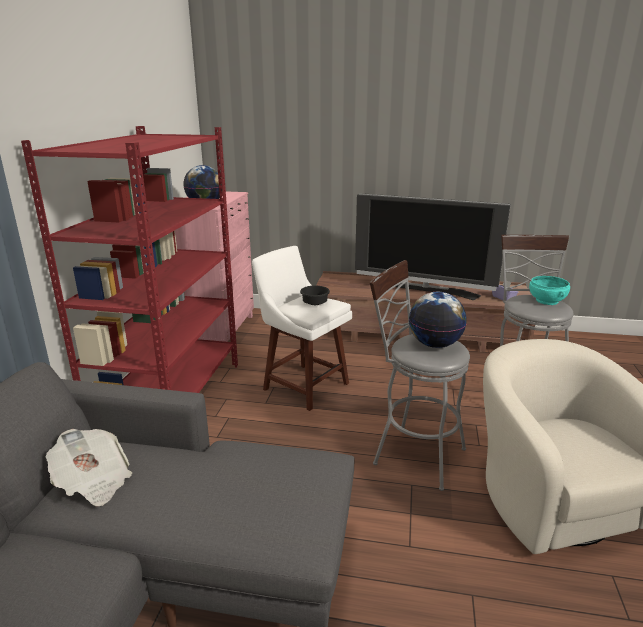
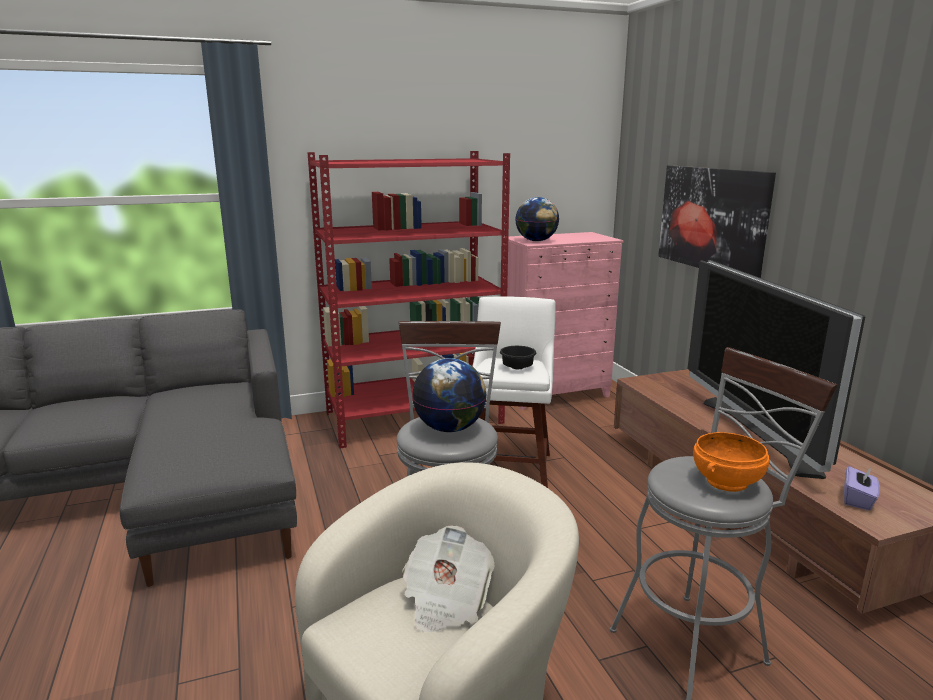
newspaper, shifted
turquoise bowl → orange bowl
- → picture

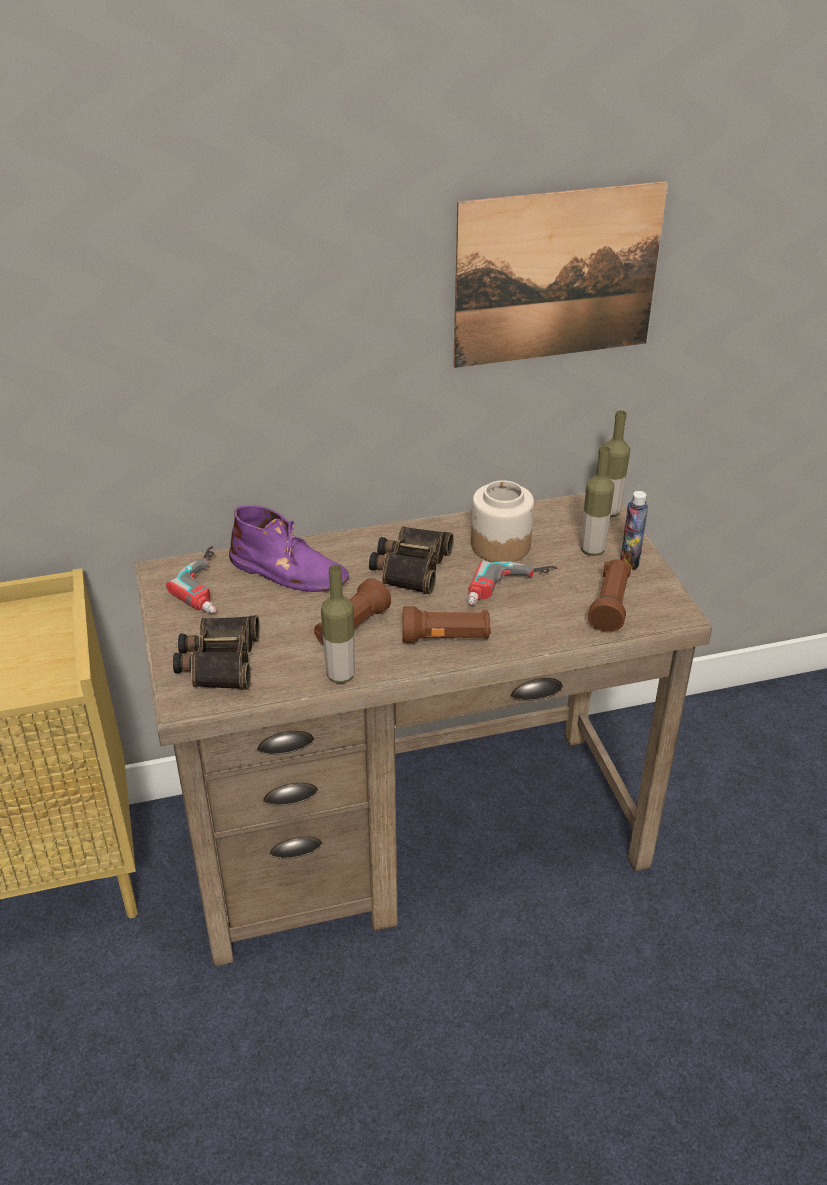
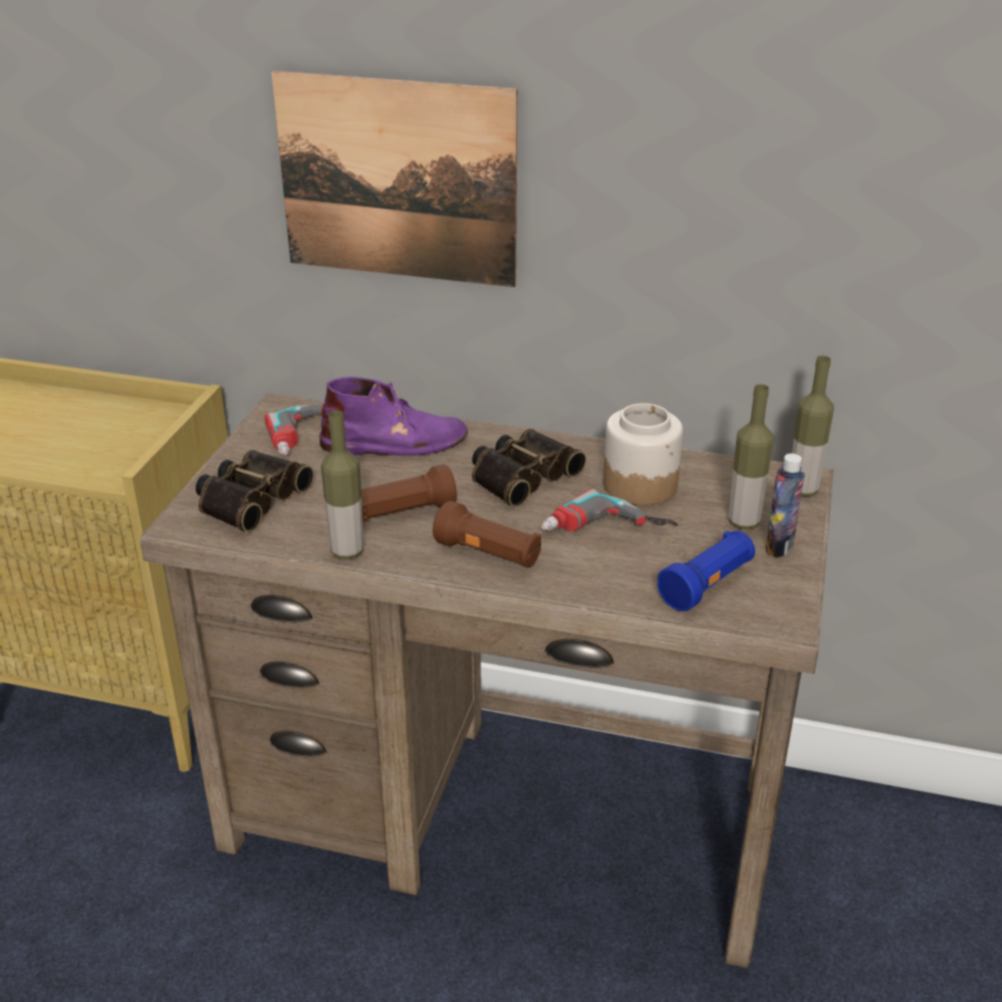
purple boot, 60 degrees counterclockwise
picture, shifted
brown flashlight (no. 3 from left) → blue flashlight

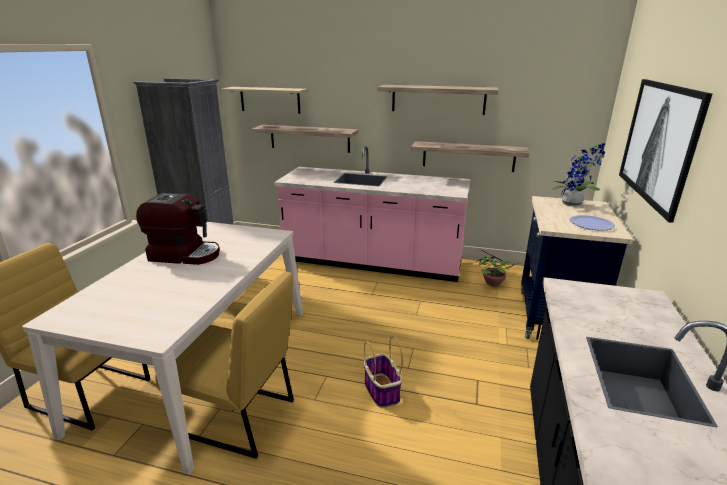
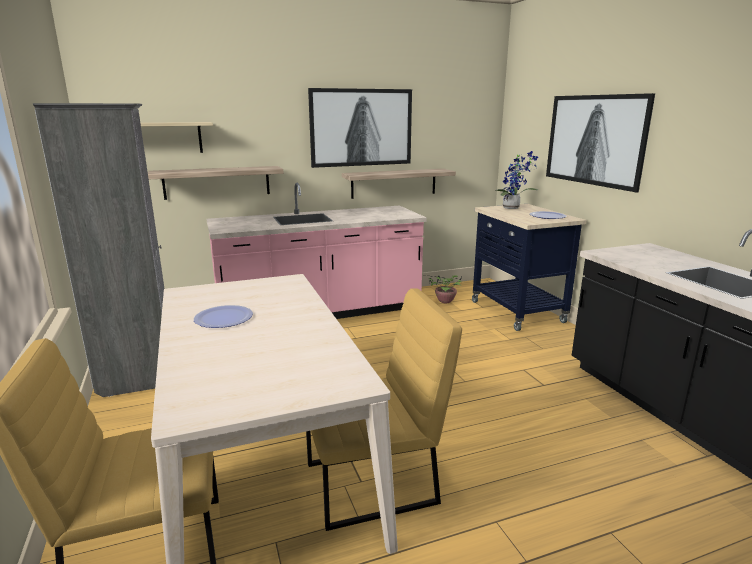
coffee machine → plate (no. 1 from left)
basket → -
shelf (no. 3 from left) → picture (no. 1 from left)

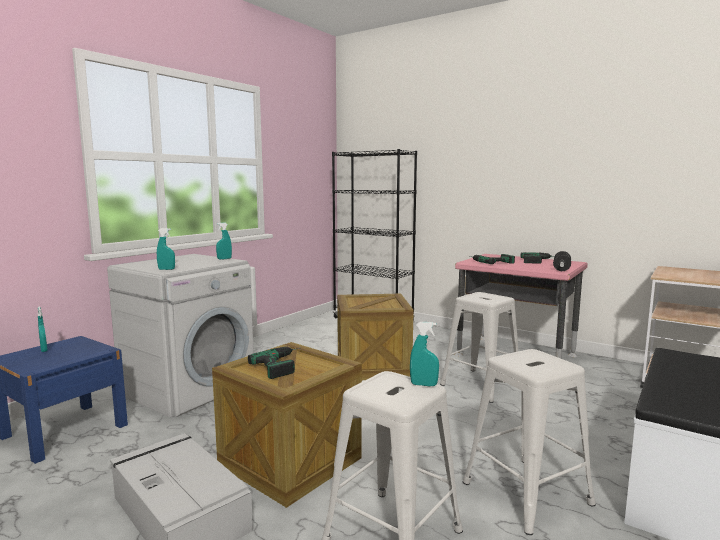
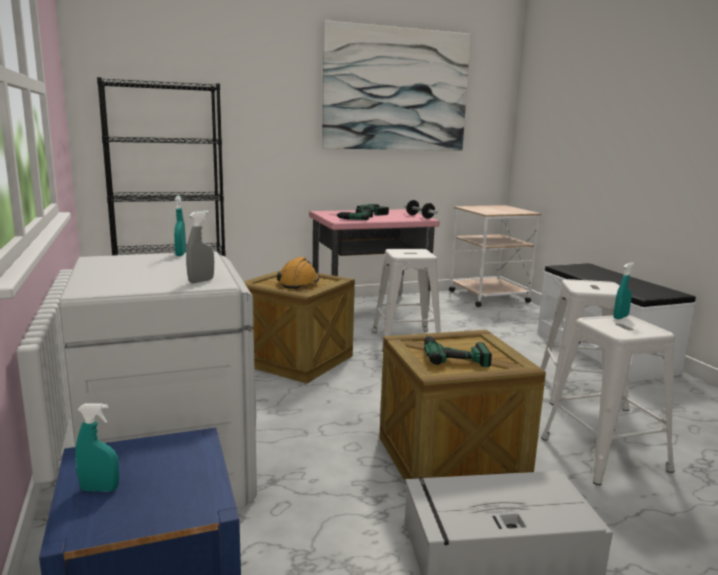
turquoise spray bottle (no. 2 from left) → grey spray bottle
- → orange hard hat
- → picture

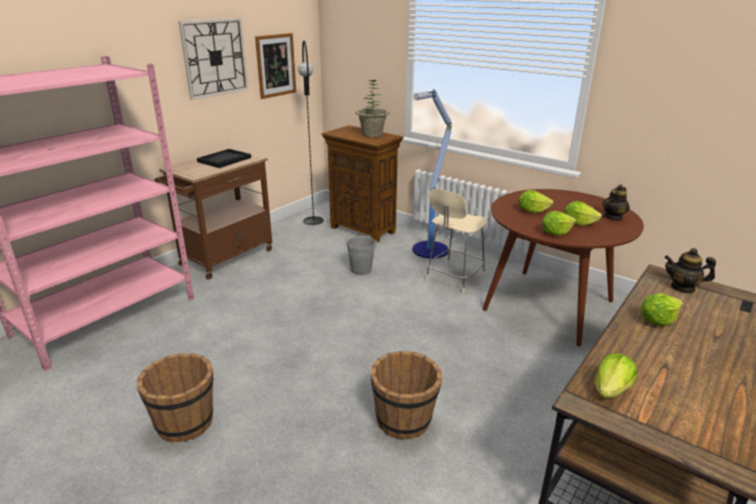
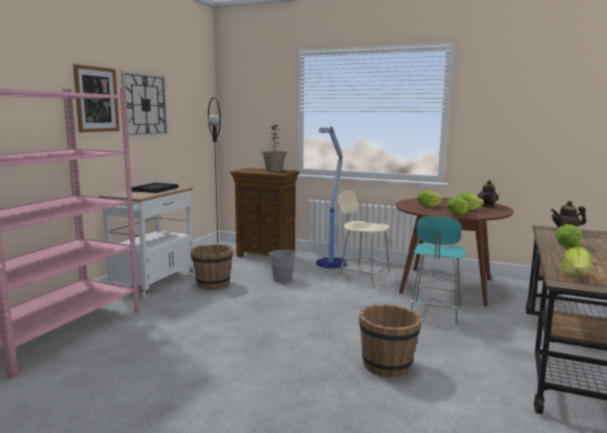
brown bucket (no. 1 from left), shifted
brown cart → white cart
picture, shifted
beige chair, 105 degrees clockwise
- → turquoise chair

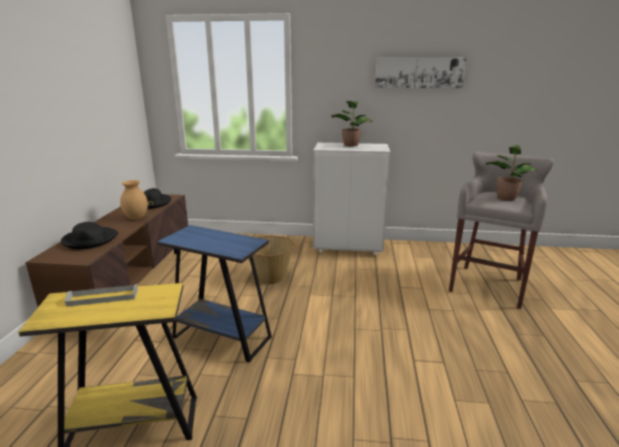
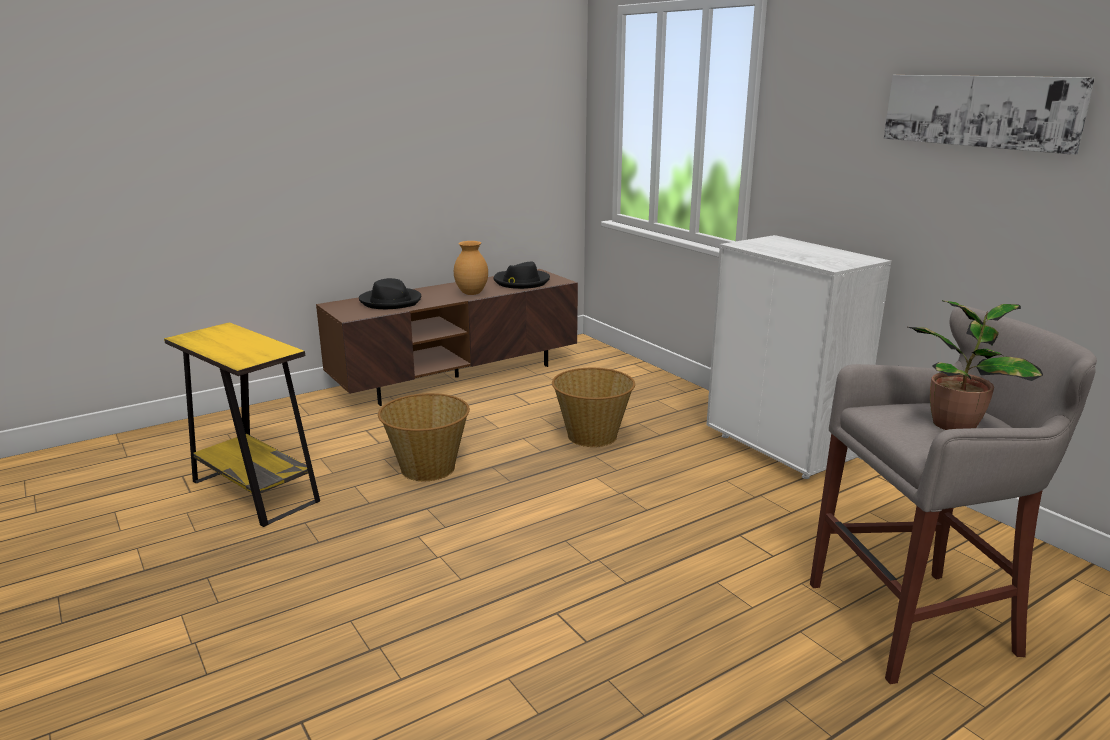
grey tray → -
blue side table → basket (no. 1 from left)
potted plant (no. 1 from left) → -

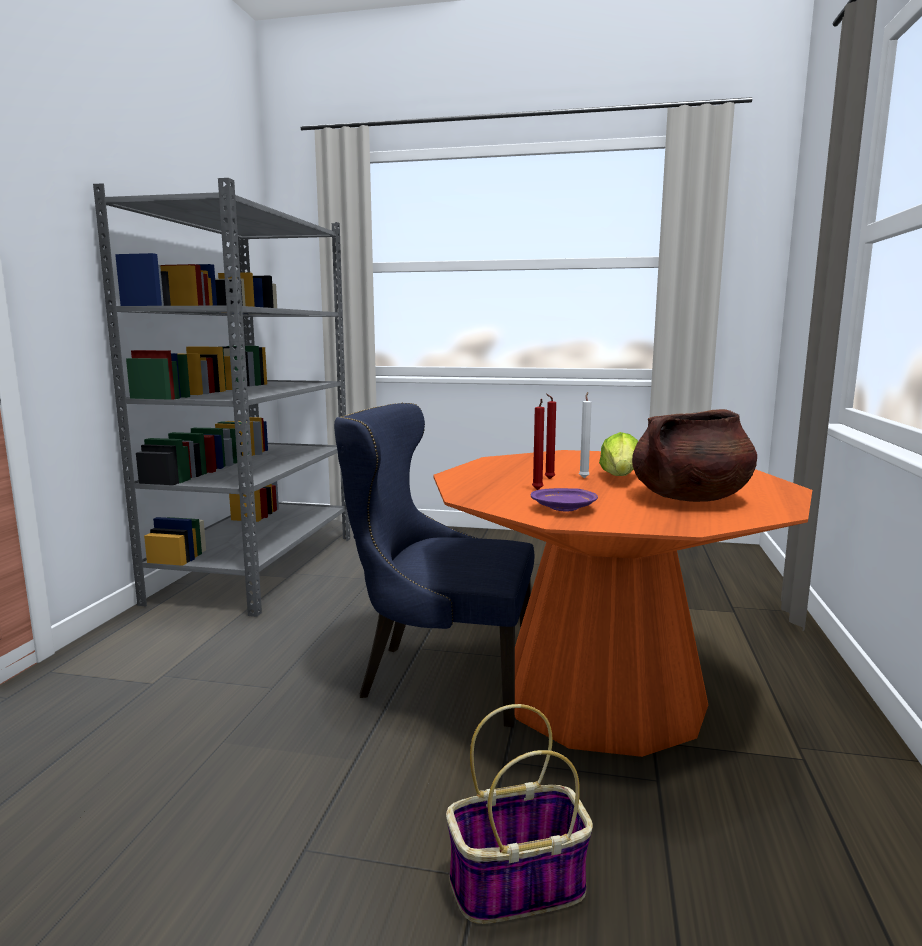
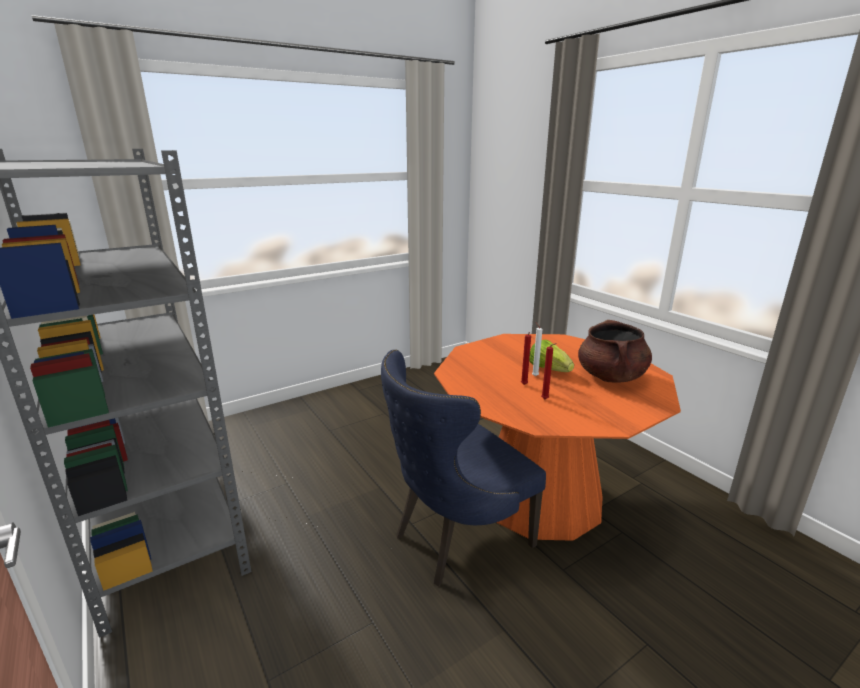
basket → -
purple plate → -

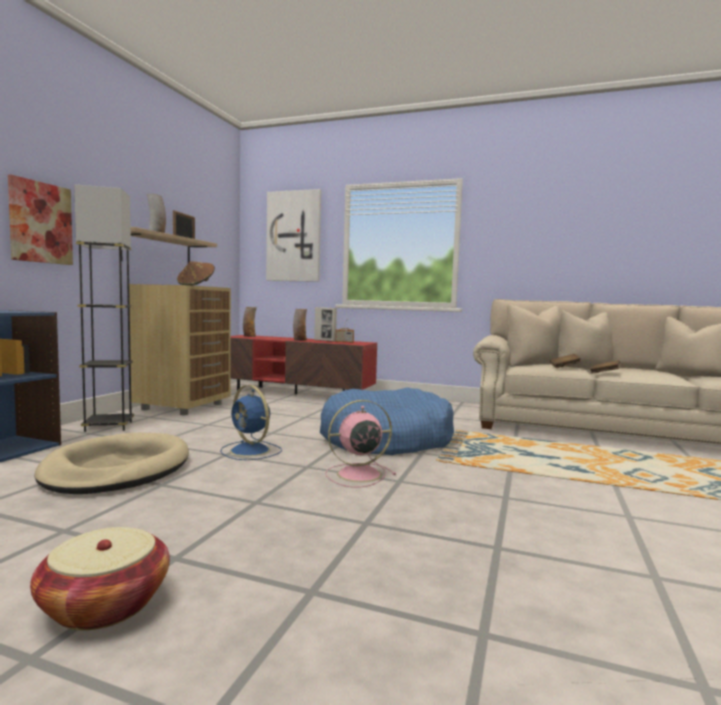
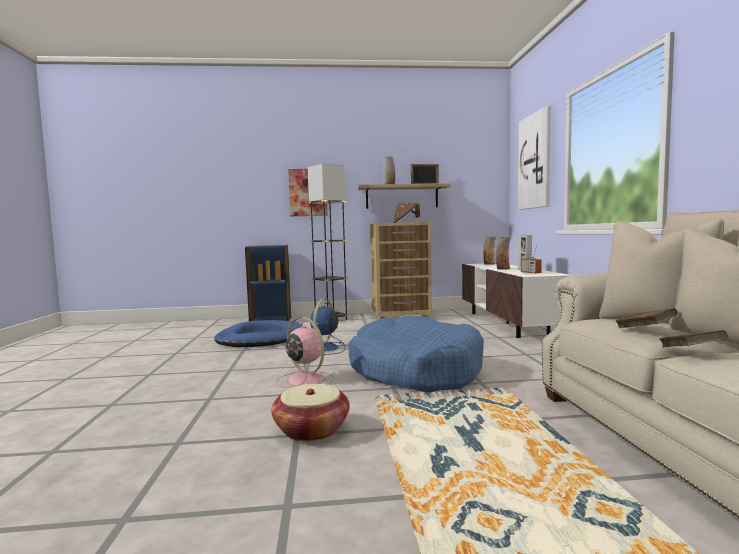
basket, shifted
beige dog bed → blue dog bed (no. 1 from left)
red tv stand → white tv stand

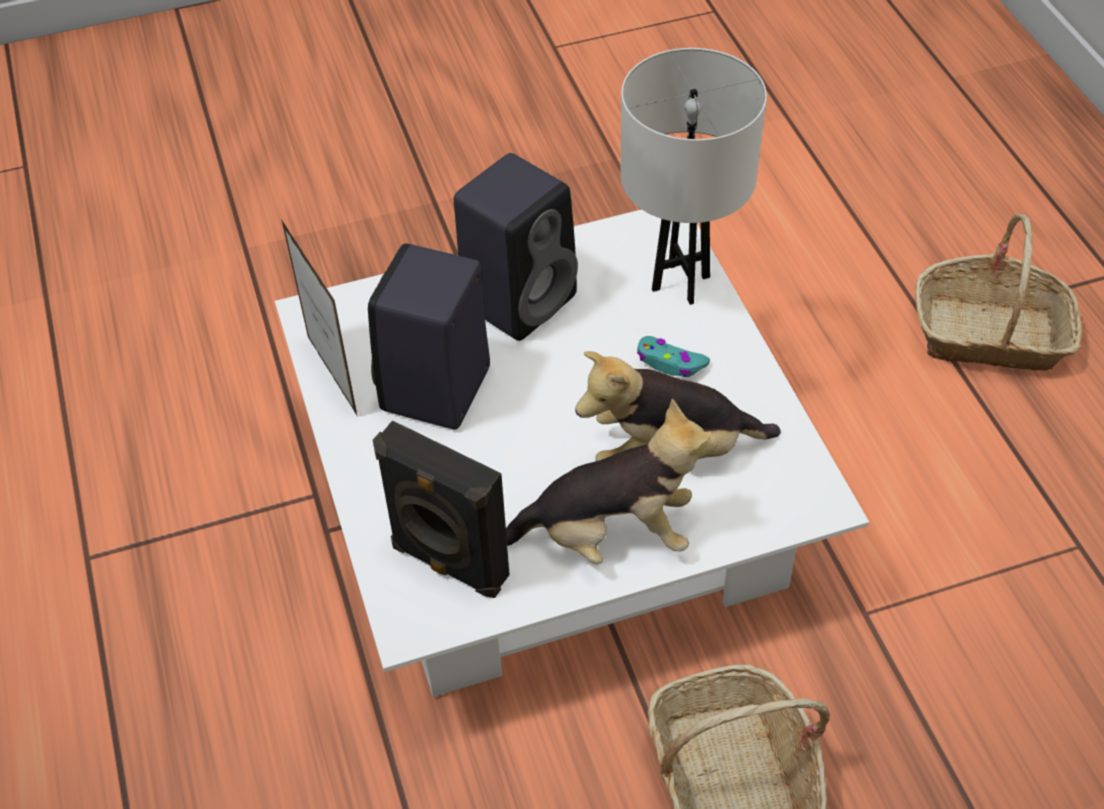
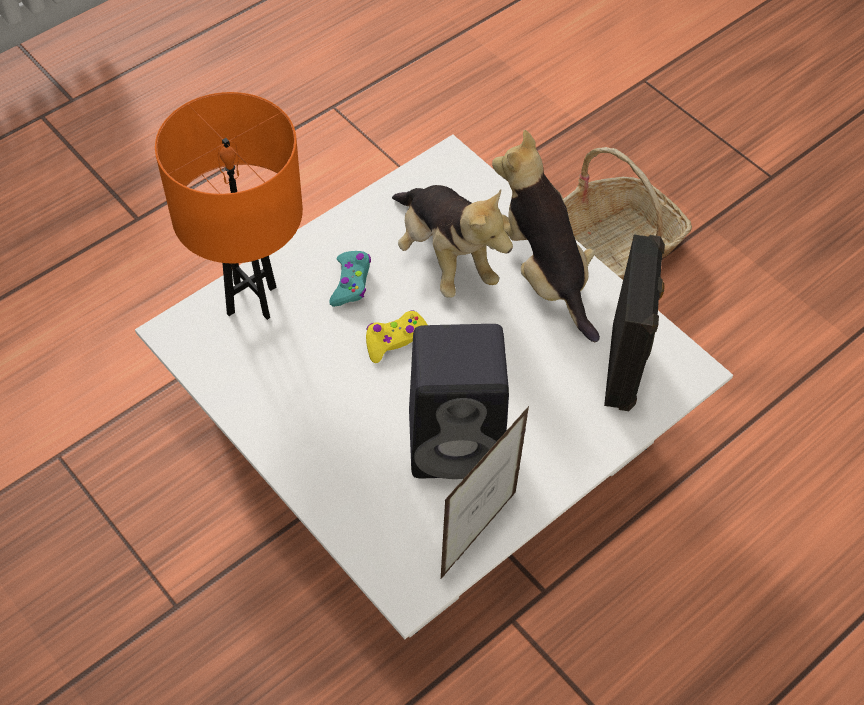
black speaker (no. 3 from left) → -
white table lamp → orange table lamp
basket (no. 2 from left) → -
- → yellow game controller

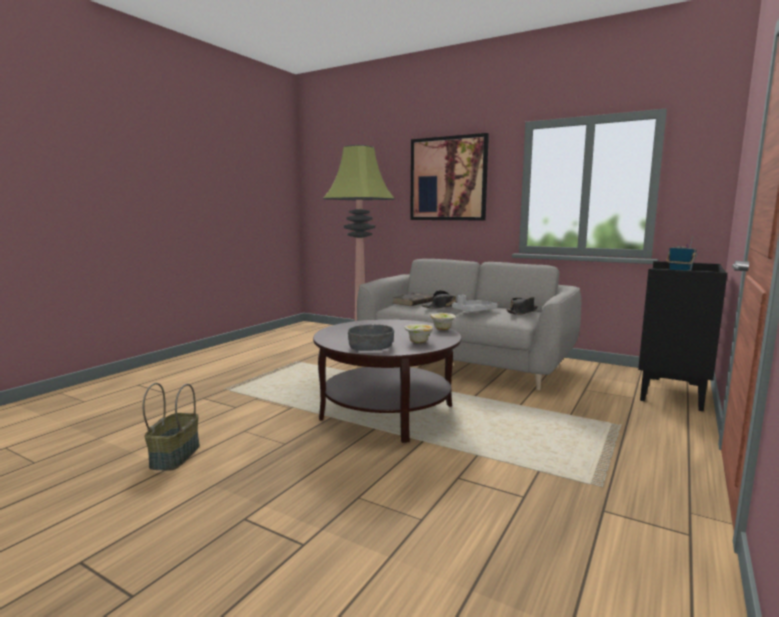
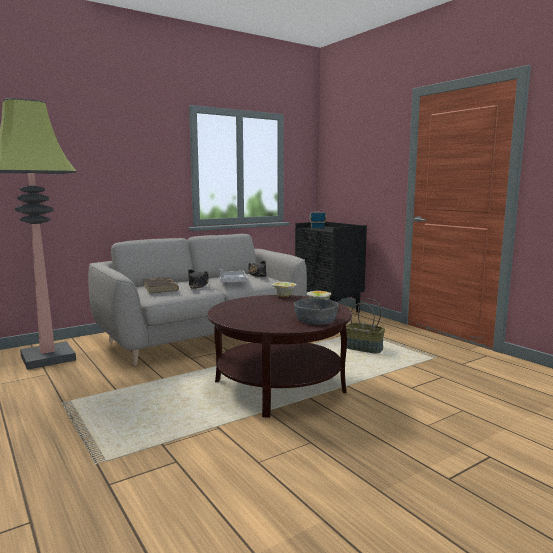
basket, shifted
picture → -

